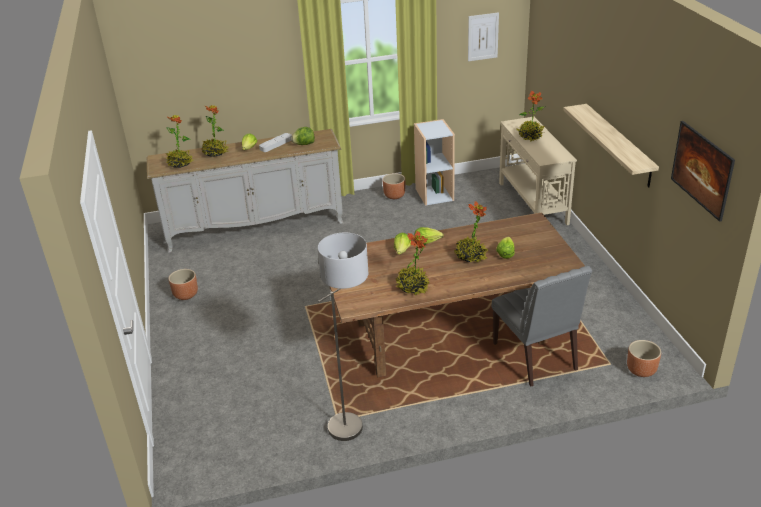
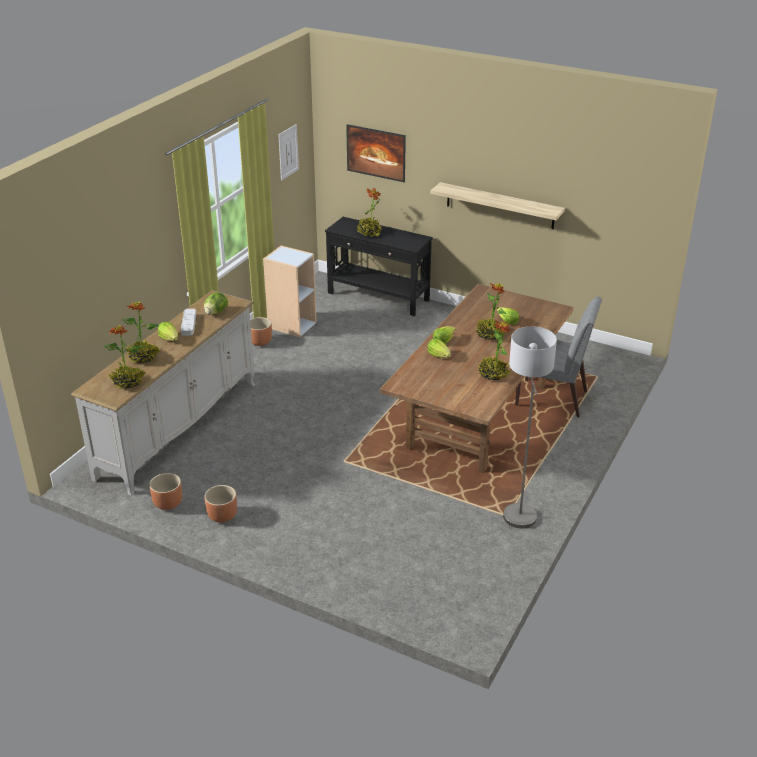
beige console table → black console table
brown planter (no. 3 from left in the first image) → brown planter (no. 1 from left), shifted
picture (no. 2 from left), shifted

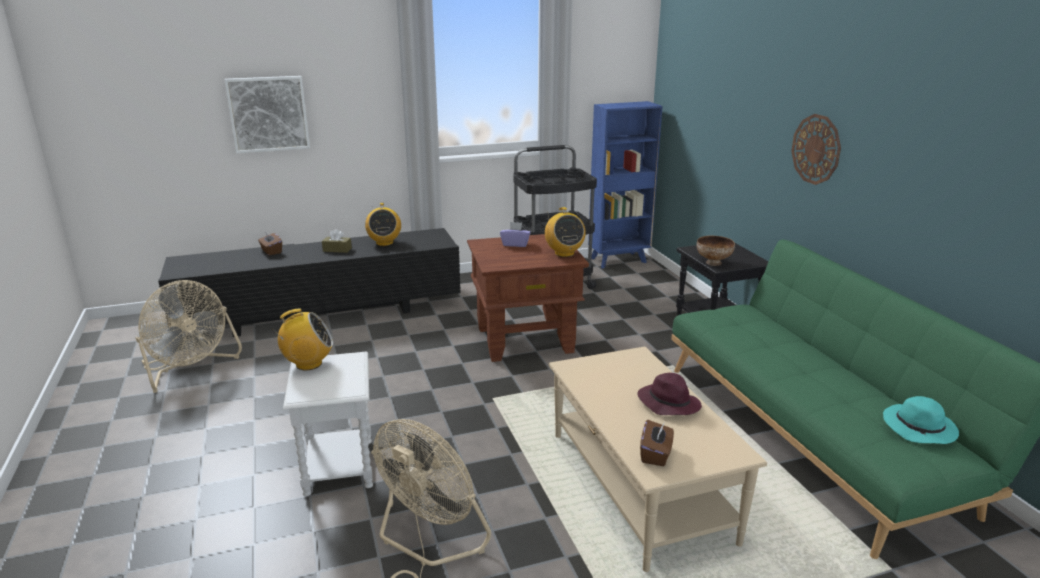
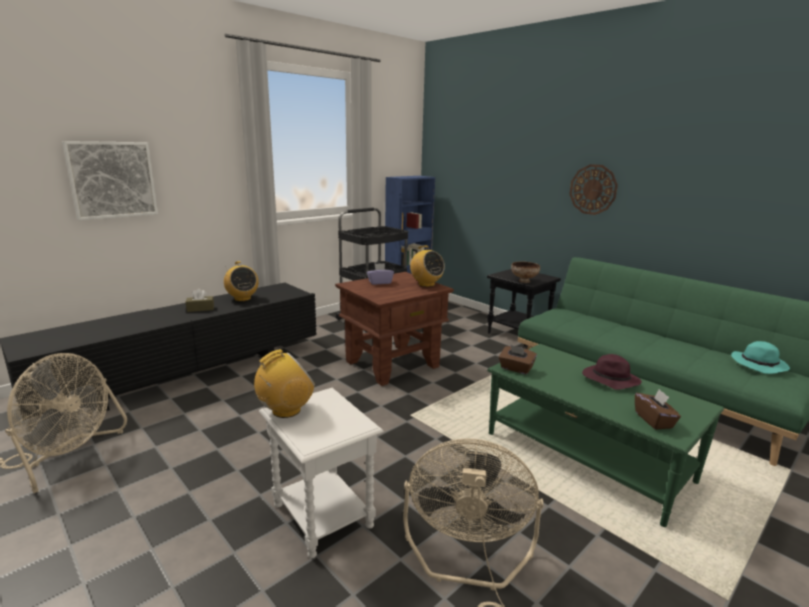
brown tissue box (no. 1 from left in the first image) → brown tissue box (no. 2 from left), shifted
beige coffee table → green coffee table

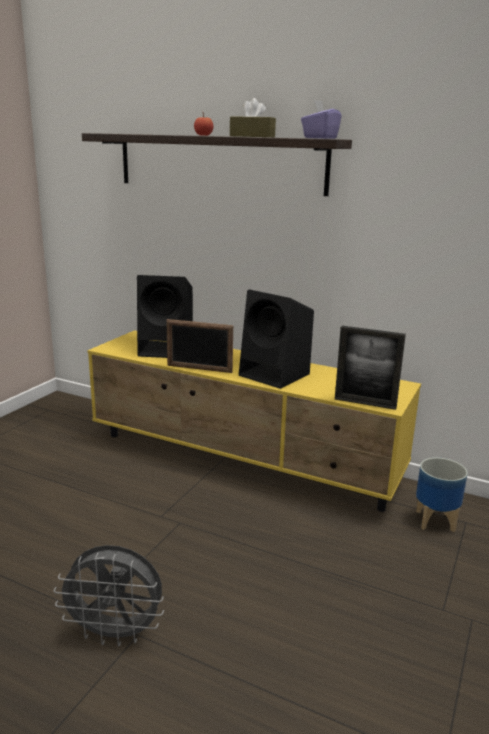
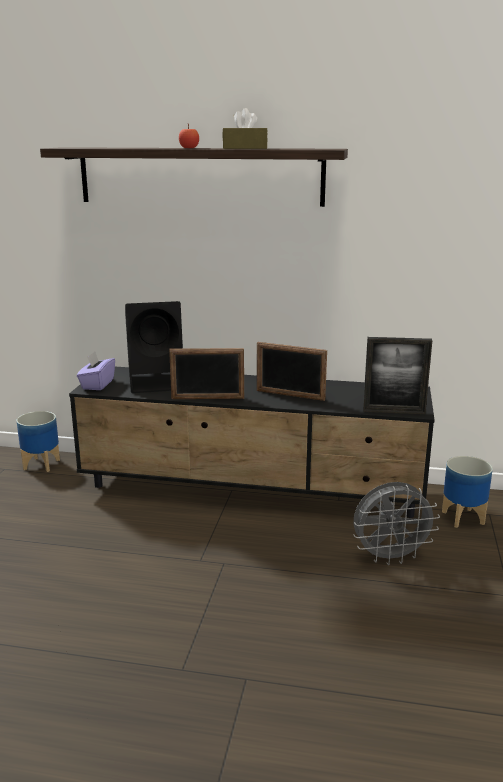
grey fan, shifted
yellow tv stand → black tv stand
black speaker (no. 2 from left) → picture frame (no. 2 from left)
purple tissue box, shifted
- → planter (no. 1 from left)

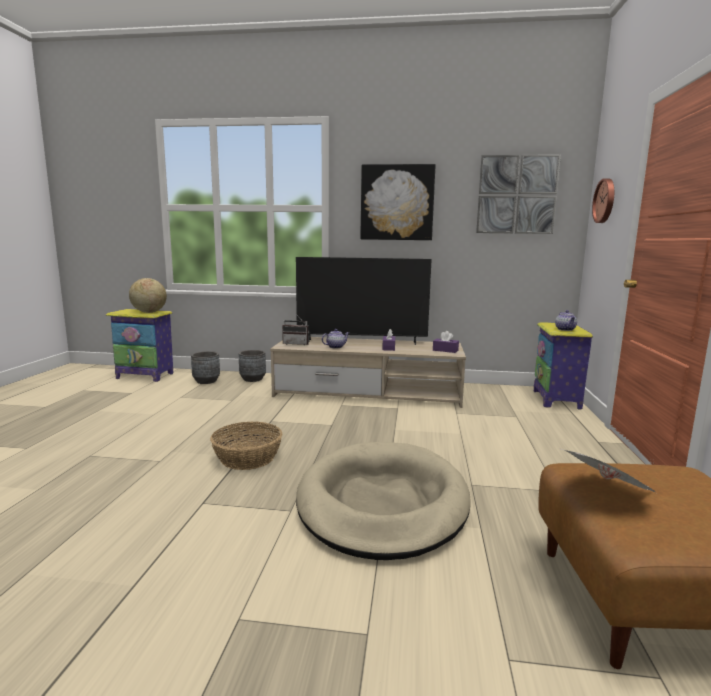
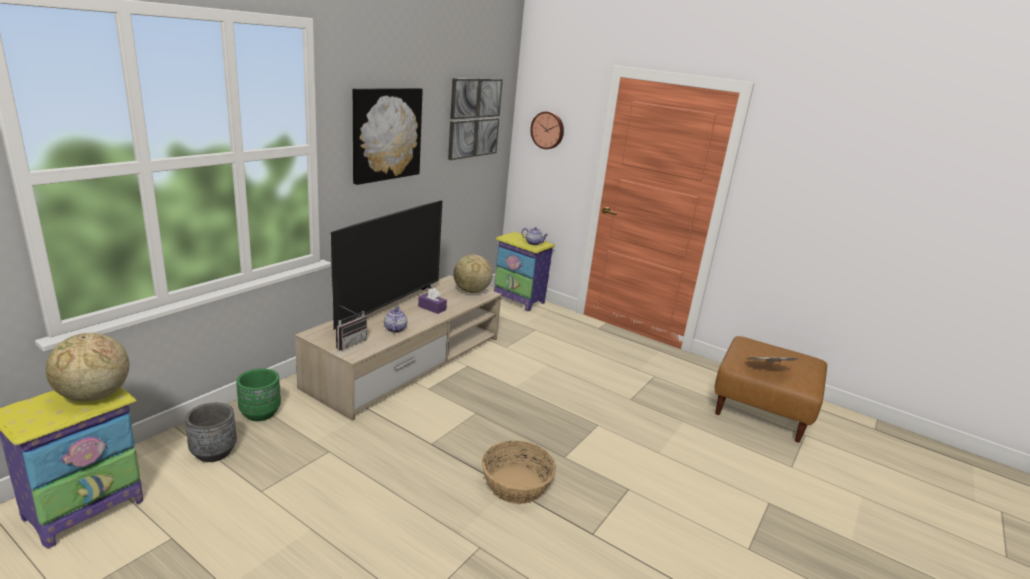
grey planter (no. 2 from left) → green planter
beige dog bed → -
purple tissue box (no. 2 from left) → globe (no. 2 from left)

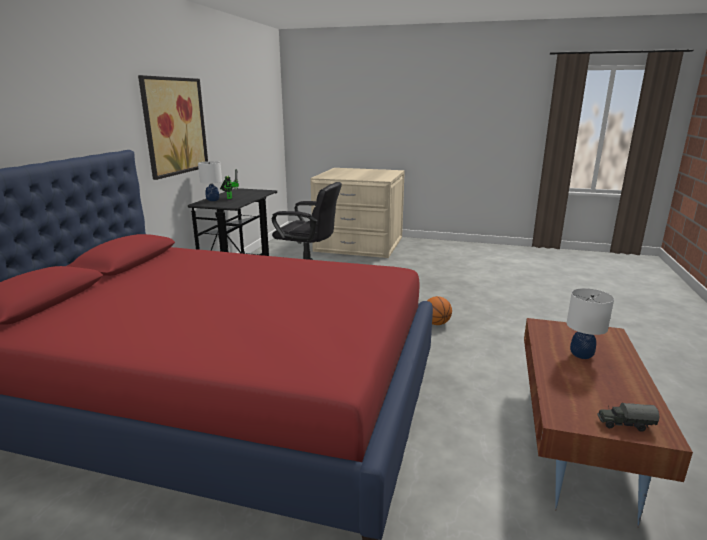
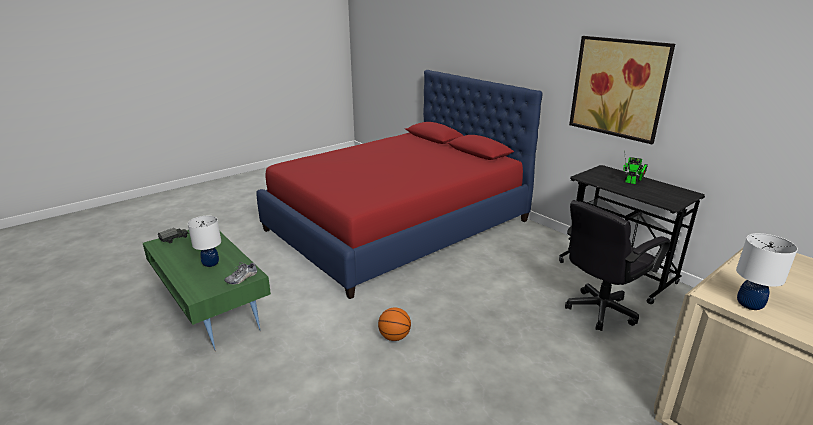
white table lamp (no. 1 from left in the first image) → white table lamp (no. 2 from left), shifted
brown coffee table → green coffee table
- → shoe

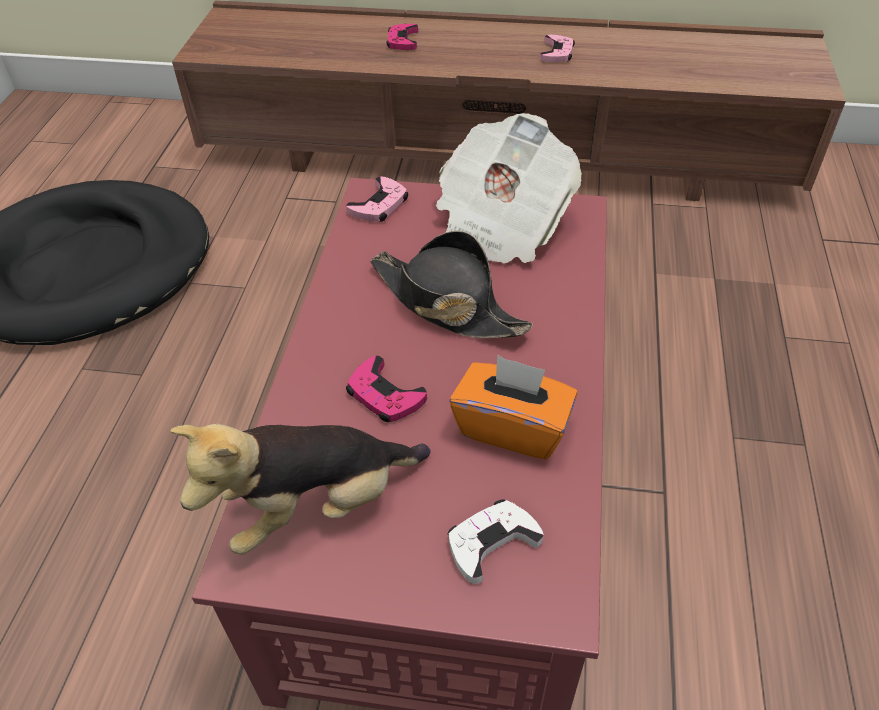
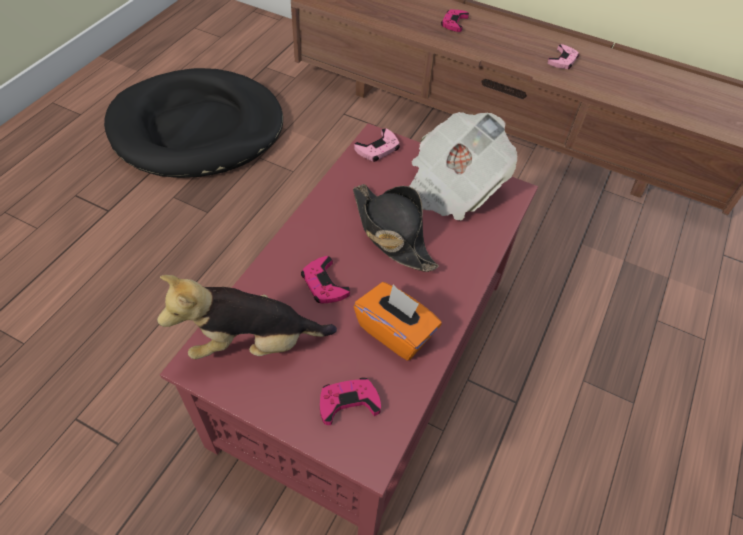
white game controller → pink game controller (no. 2 from left)

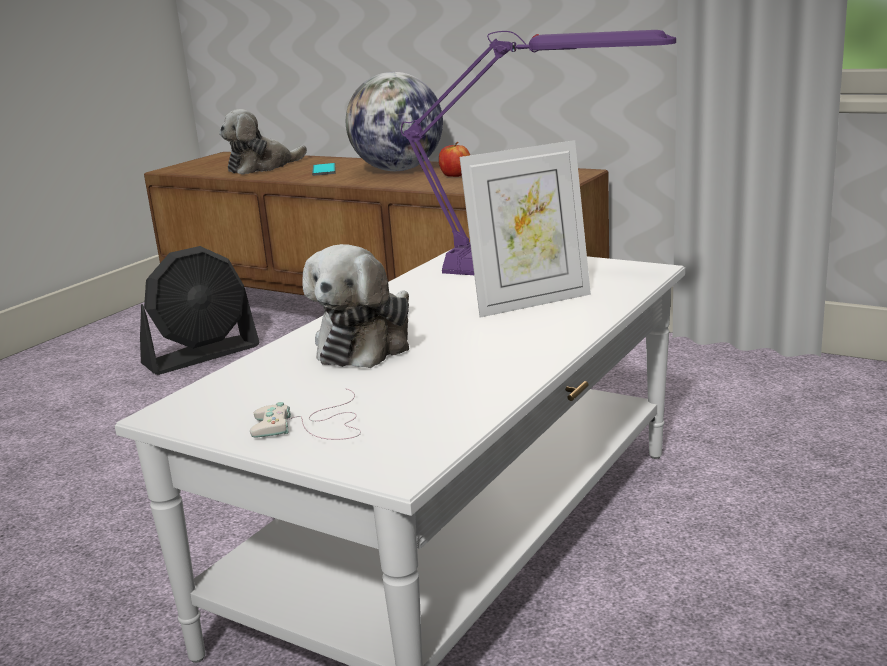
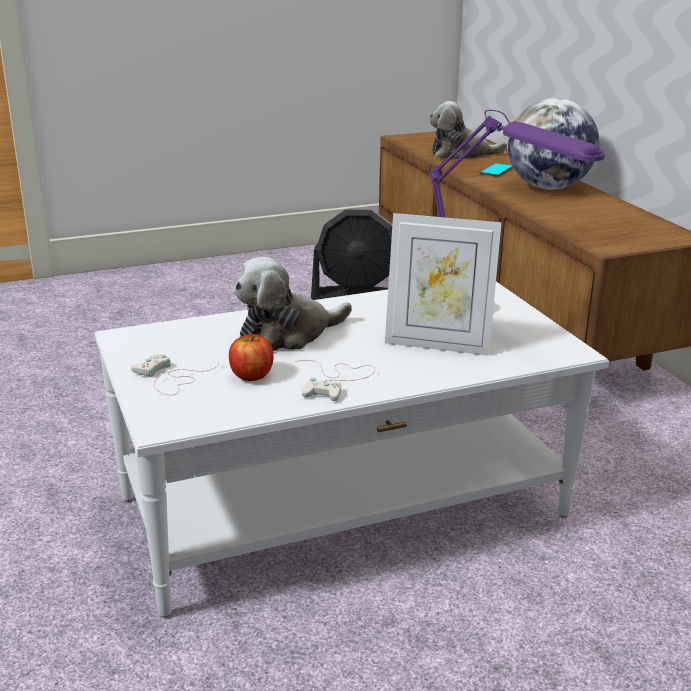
apple, shifted
- → white game controller (no. 2 from left)

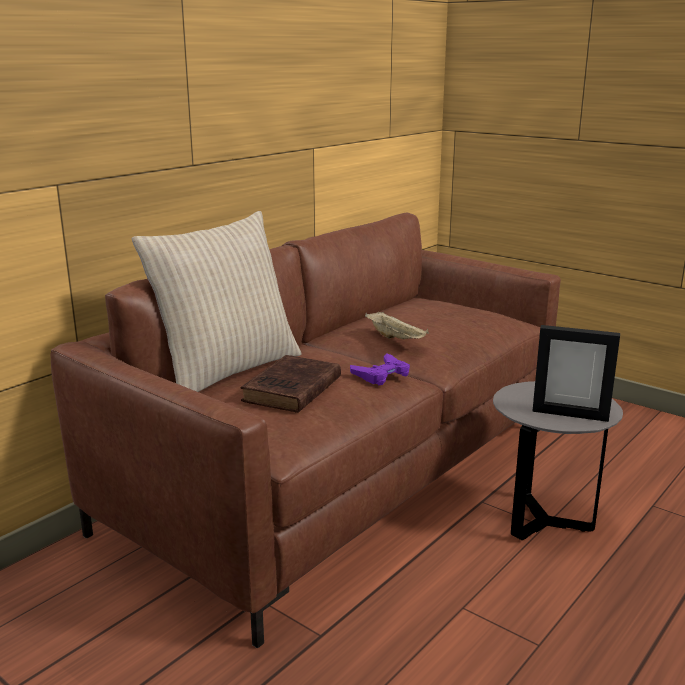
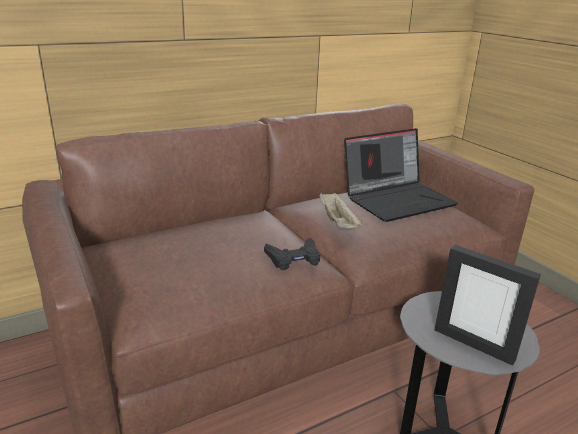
beige pillow → -
brown book → -
purple game controller → black game controller
- → laptop

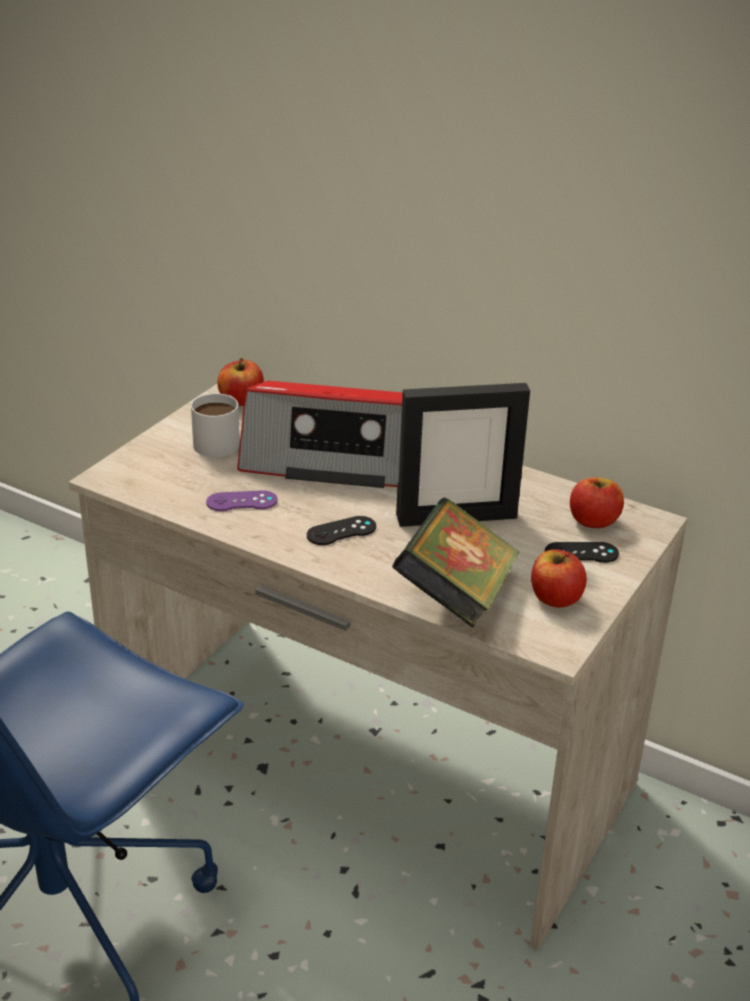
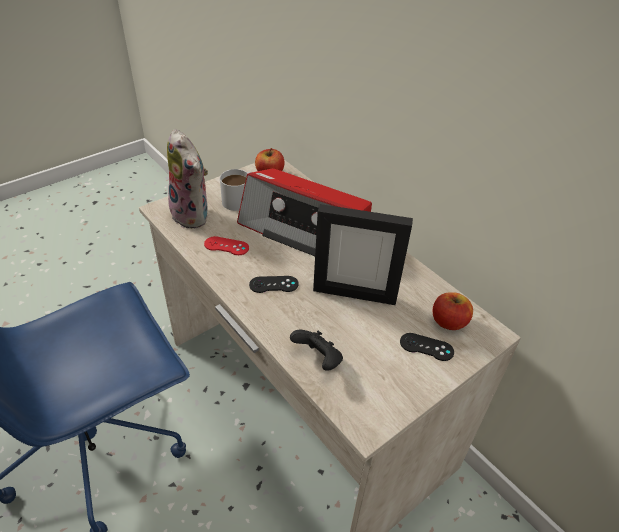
purple game controller → red game controller
book → black game controller (no. 2 from left)
apple (no. 2 from left) → -
- → plush toy

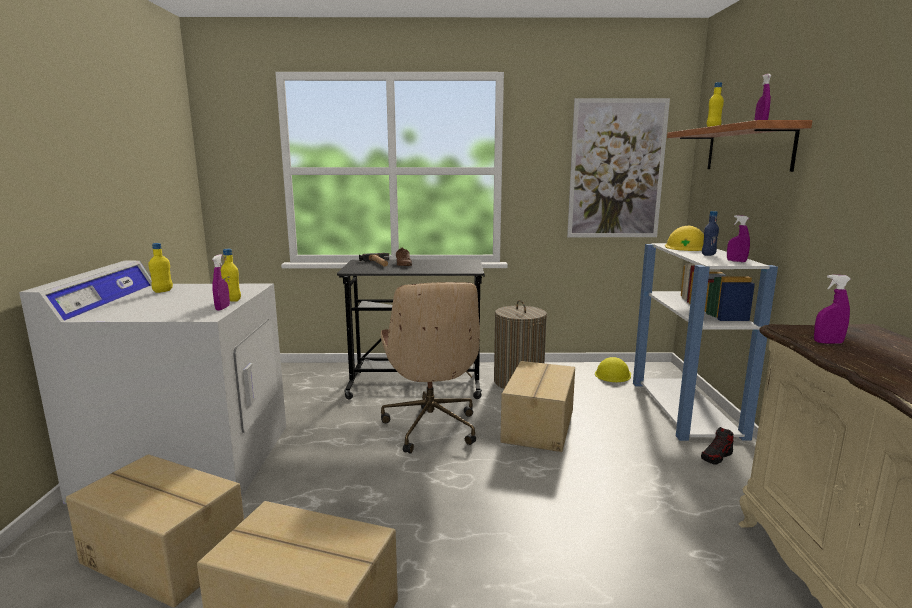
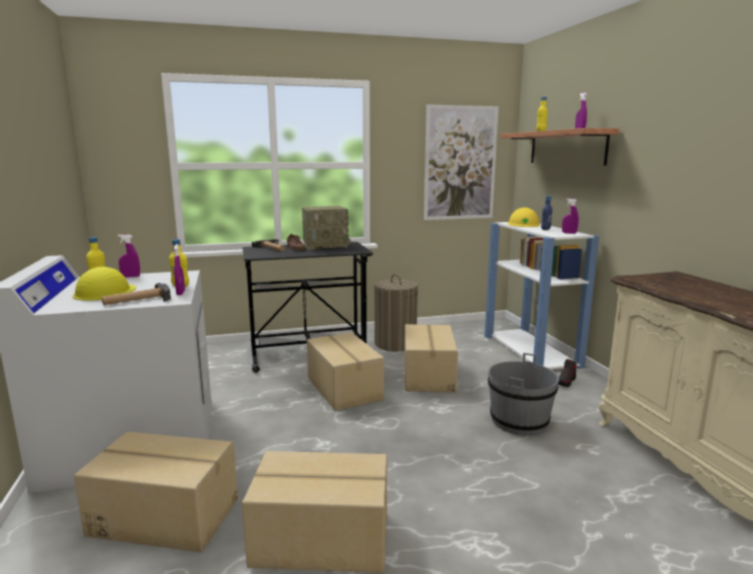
brown office chair → cardboard box (no. 3 from left)
yellow hard hat (no. 1 from left), shifted
purple spray bottle (no. 4 from left in the first image) → purple spray bottle (no. 1 from left), shifted
- → hammer (no. 1 from left)
- → radio
- → grey bucket

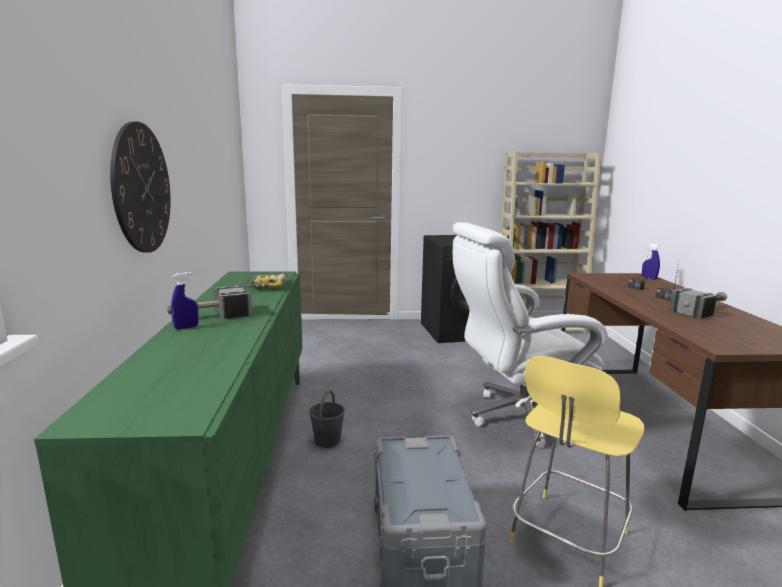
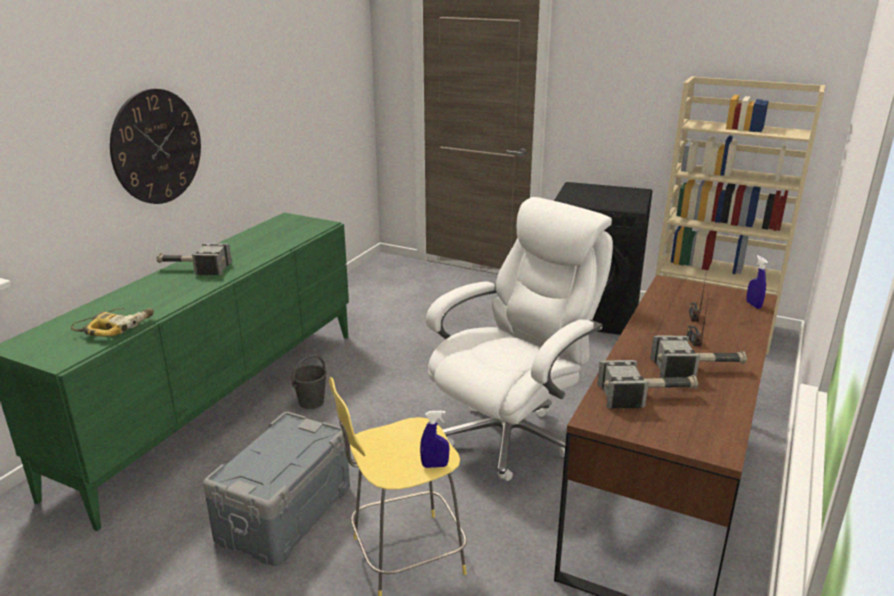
blue spray bottle (no. 1 from left), shifted
power drill, shifted
white office chair, 120 degrees clockwise
- → hammer (no. 2 from left)

